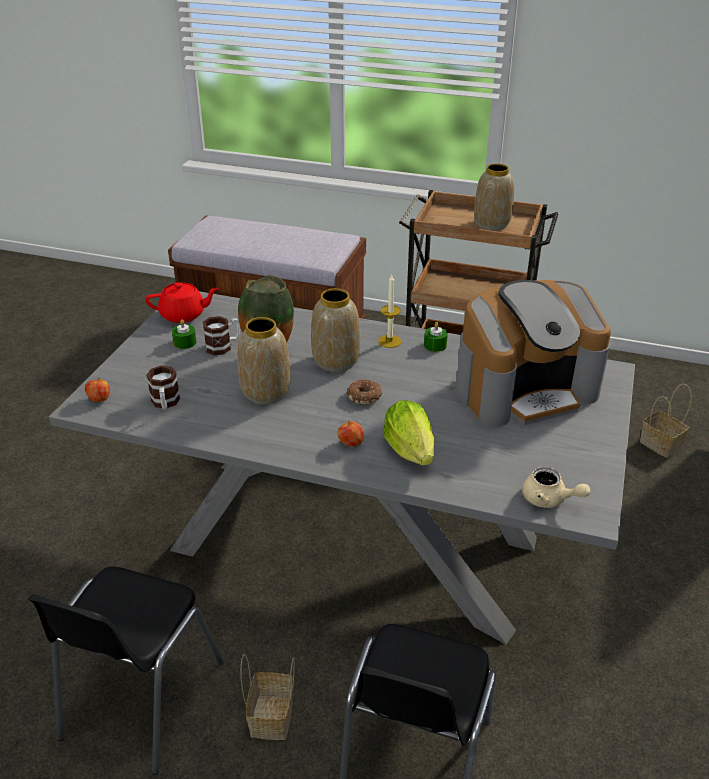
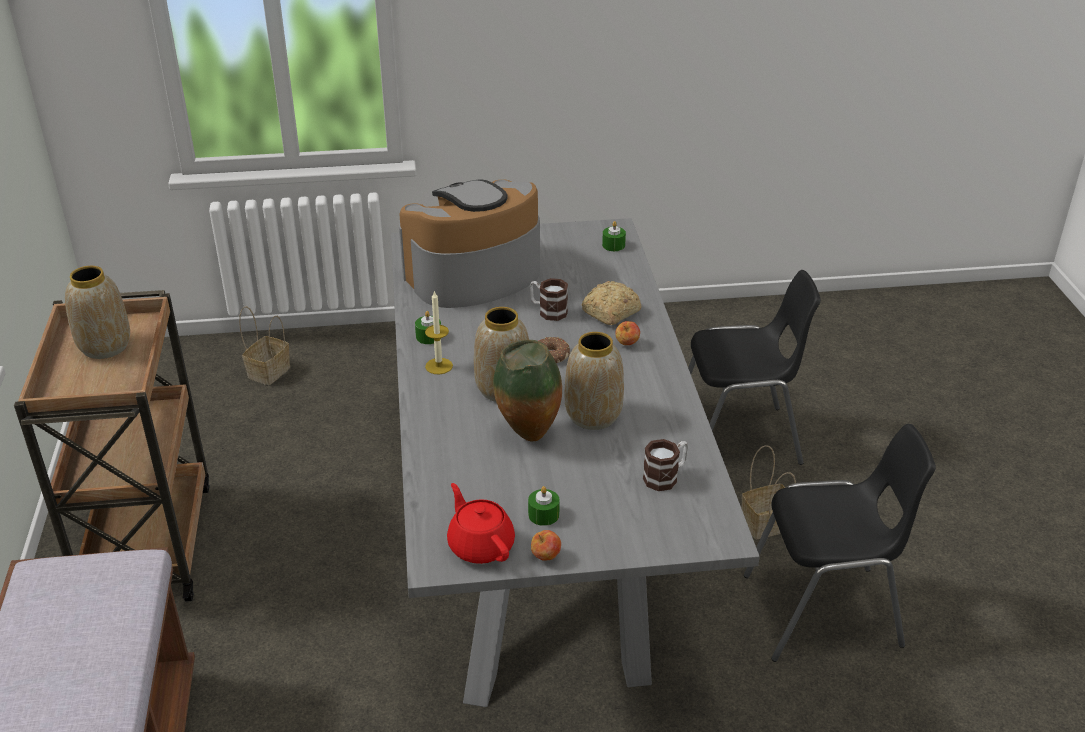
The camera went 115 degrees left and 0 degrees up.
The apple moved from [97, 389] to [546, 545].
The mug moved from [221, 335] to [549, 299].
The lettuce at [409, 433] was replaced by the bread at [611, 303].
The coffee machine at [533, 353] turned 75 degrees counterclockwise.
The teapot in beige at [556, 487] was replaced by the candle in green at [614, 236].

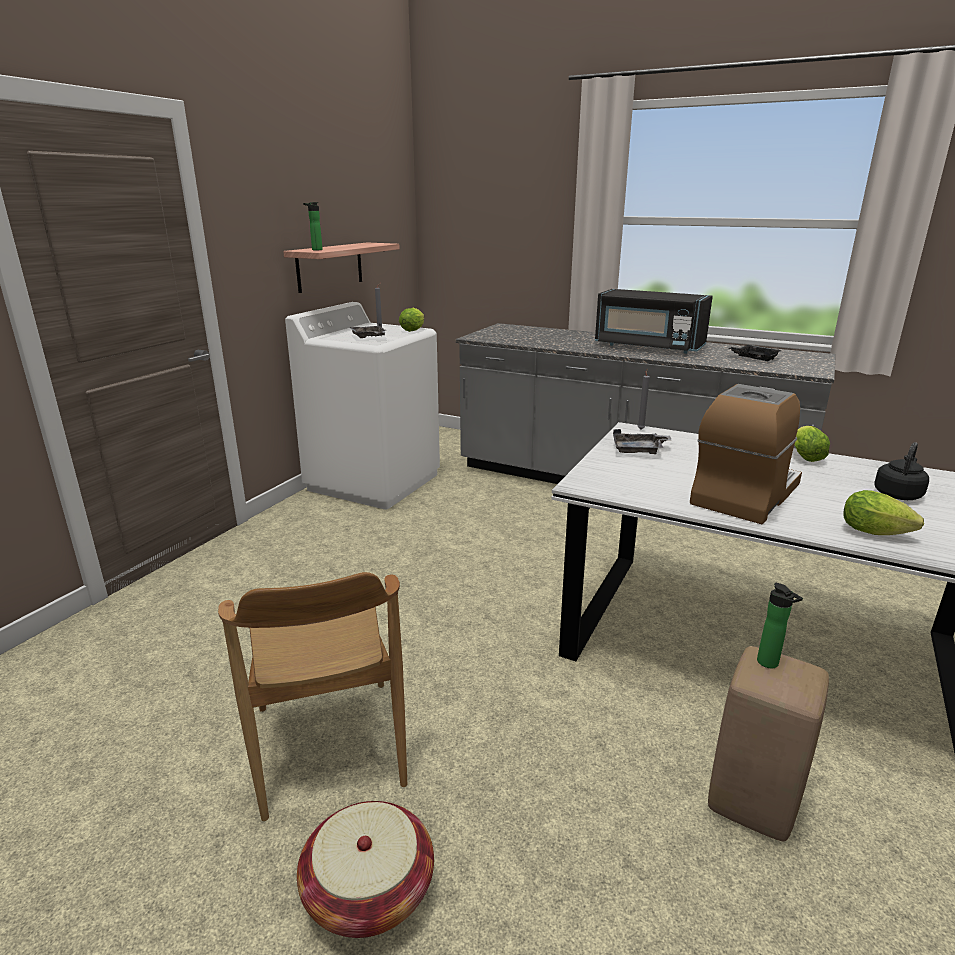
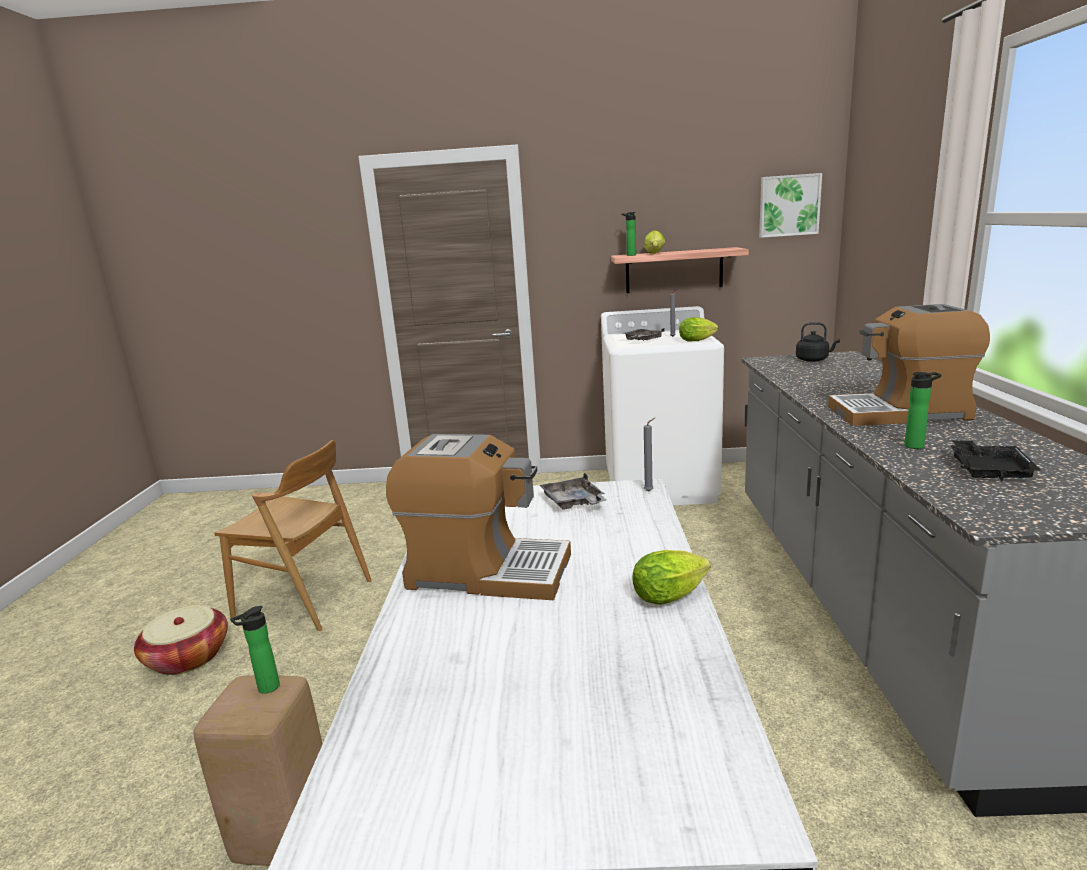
The camera went 65 degrees right and 5 degrees down.
The chair in brown at [312, 696] turned 120 degrees counterclockwise.
The microwave in black at [654, 321] was replaced by the coffee machine at [909, 365].
The lettuce moved from [884, 512] to [654, 242].
The kettle in black moved from [901, 471] to [818, 342].
The picture at [790, 205] appeared.
The bottle at [922, 410] appeared.

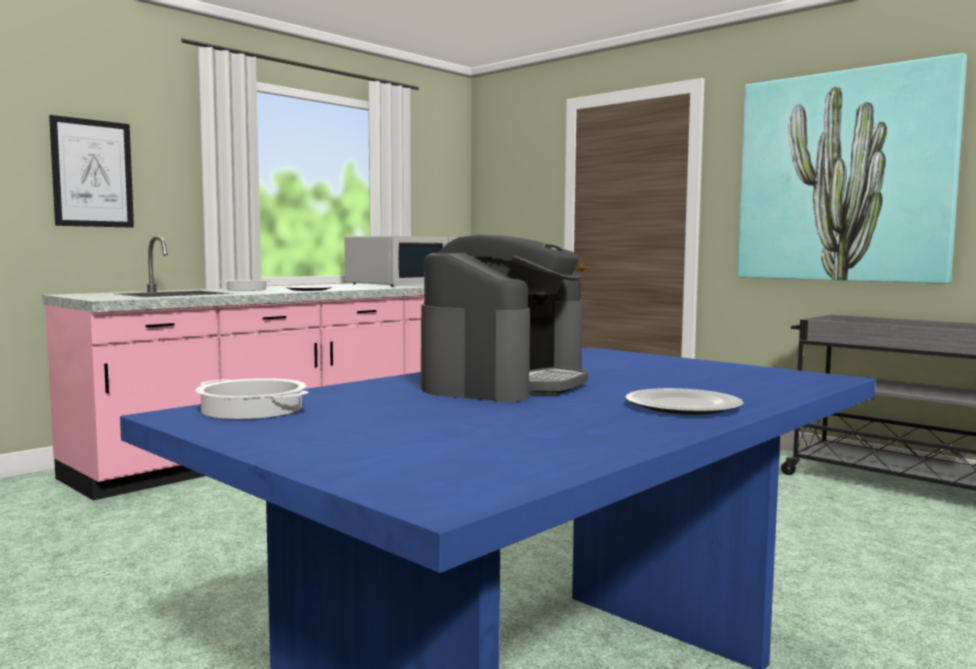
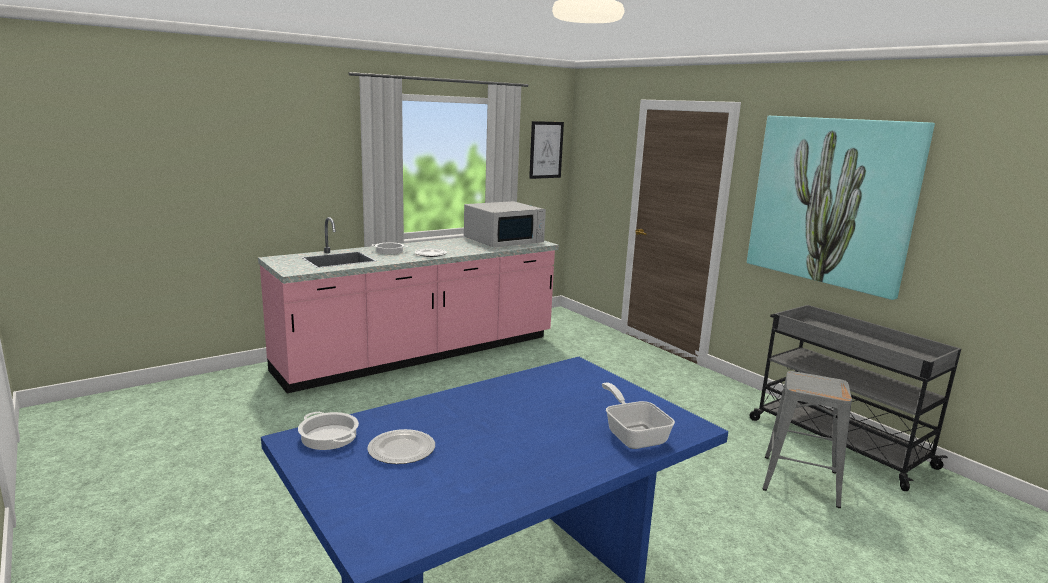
The camera went 10 degrees right and 10 degrees up.
The picture moved from [91, 171] to [546, 150].
The coffee machine at [504, 318] disappeared.
The plate moved from [685, 401] to [401, 446].
The frying pan at [638, 416] appeared.
The stool in grey at [807, 439] appeared.

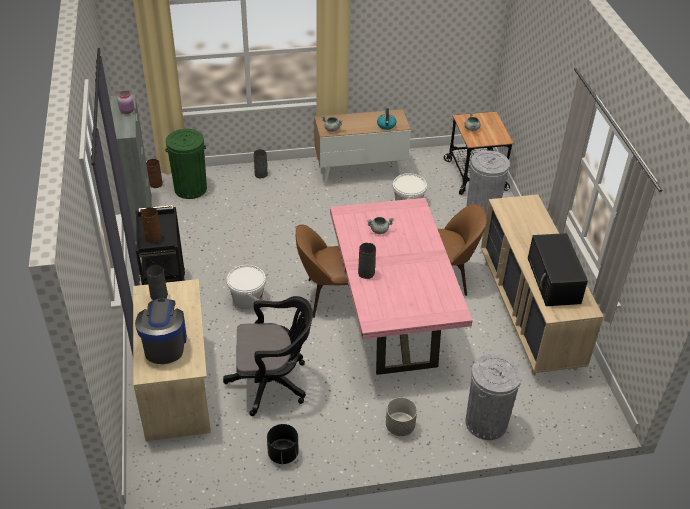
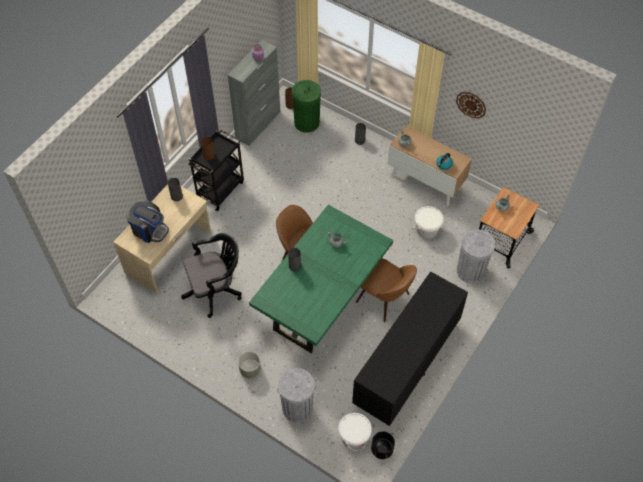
The camera went 45 degrees right and 15 degrees up.
The coffee machine at [161, 331] turned 75 degrees clockwise.
The office chair in black at [268, 356] turned 60 degrees counterclockwise.
The bucket in white moved from [246, 287] to [355, 432].
The planter in black moved from [283, 444] to [383, 445].
The dining table in pink at [401, 286] became the dining table in green at [321, 279].
The dresser in beige at [542, 285] became the dresser in black at [410, 348].
The microwave in black at [558, 269] disappeared.
The wall clock at [471, 105] appeared.

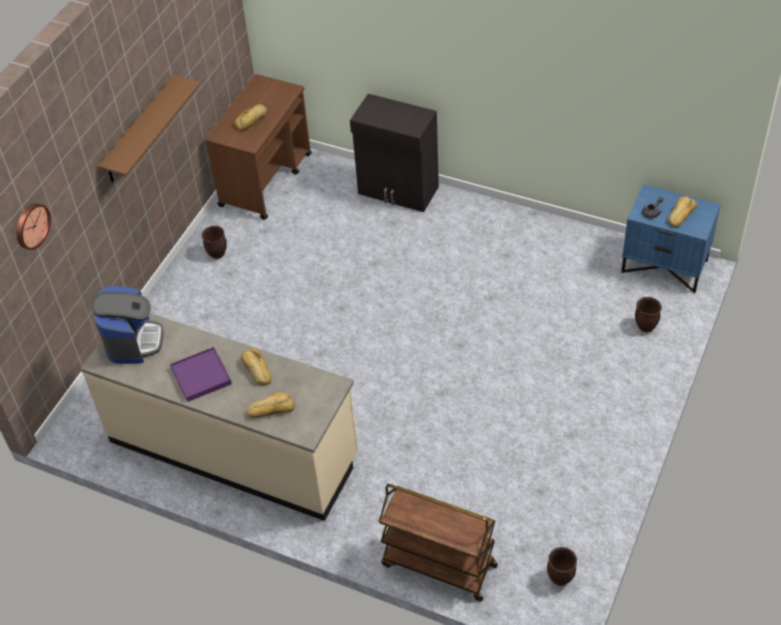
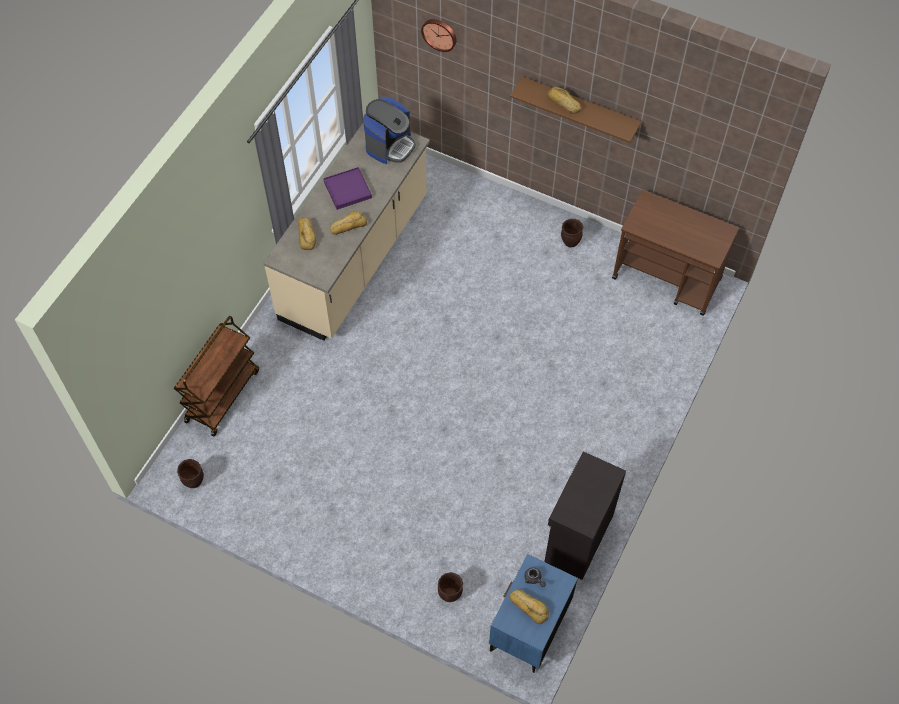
The camera went 90 degrees right and 10 degrees up.
The coffee machine at [127, 325] turned 60 degrees counterclockwise.
The bread moved from [250, 117] to [564, 100].
The cabinet in black moved from [394, 153] to [585, 515].

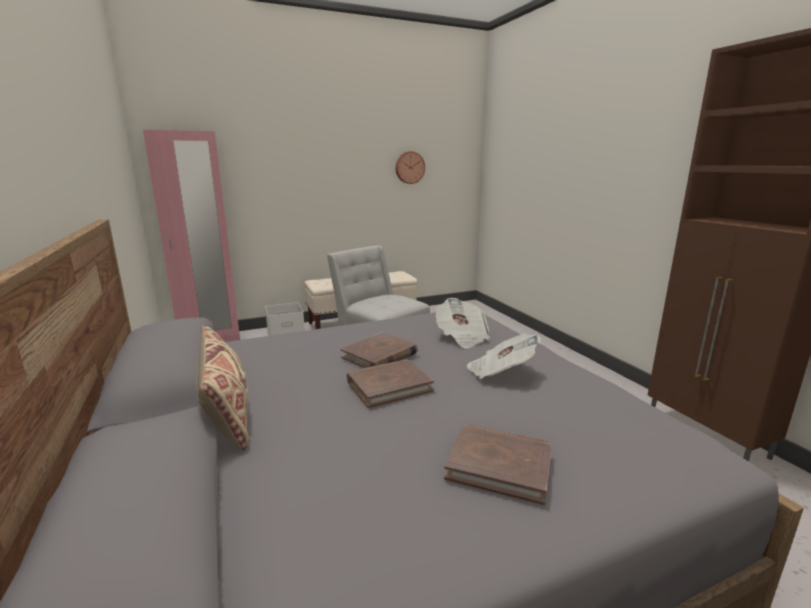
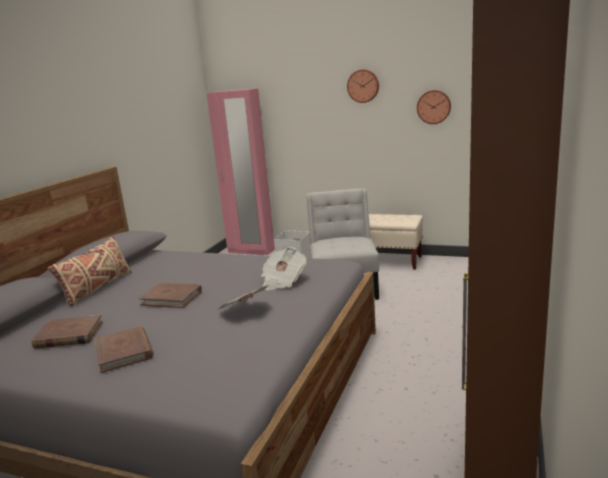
The camera went 45 degrees right and 0 degrees up.
The book in brown moved from [379, 350] to [67, 332].
The wall clock at [363, 86] appeared.

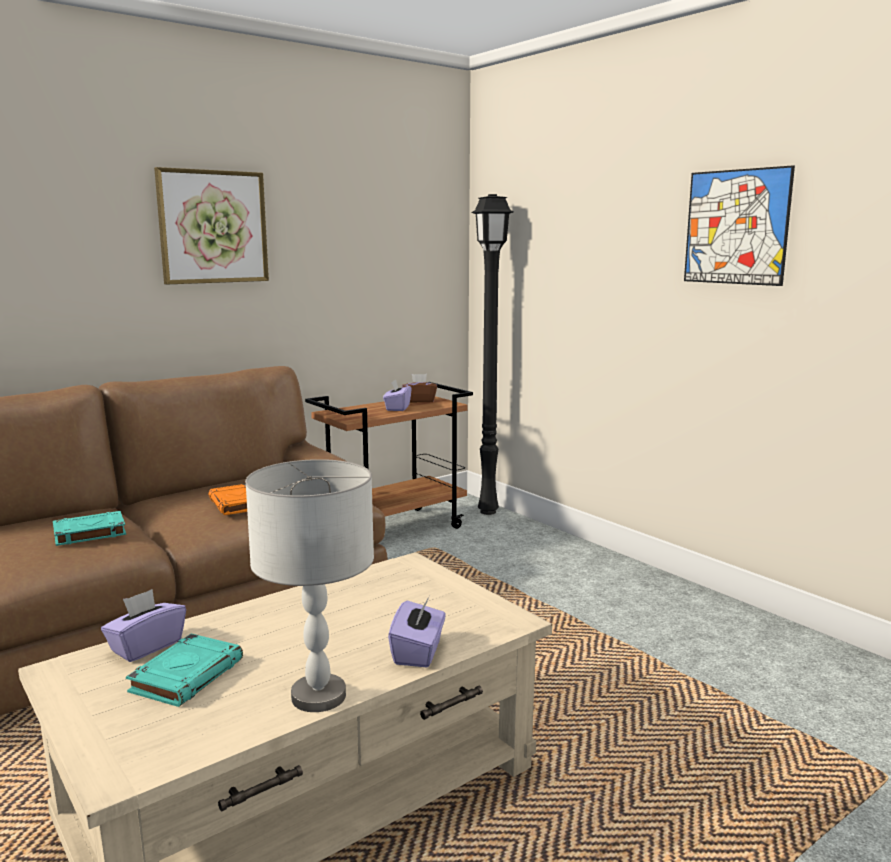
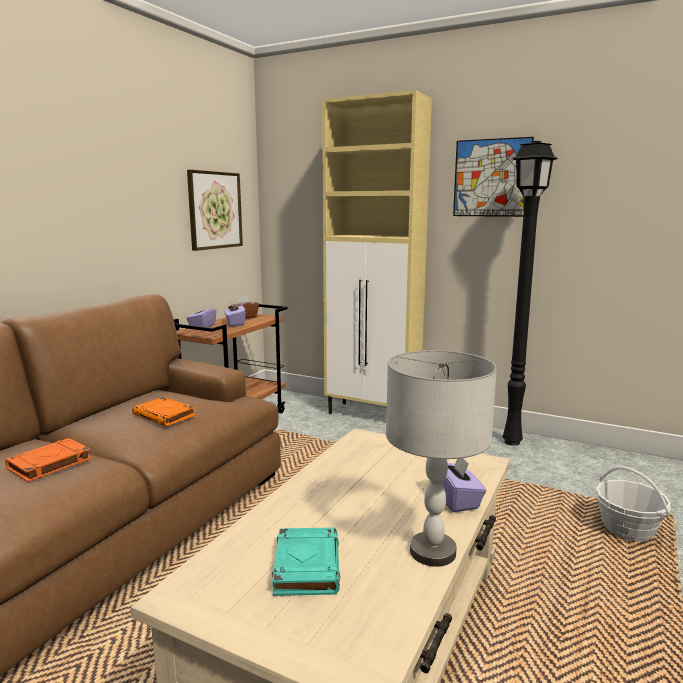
The camera went 25 degrees left and 0 degrees up.
The book in turquoise at [89, 528] became the book in orange at [48, 460].
The tissue box in purple moved from [143, 625] to [201, 315].
The picture moved from [211, 226] to [215, 210].
The floor lamp in black moved from [492, 354] to [530, 293].
The cabinet in beige at [377, 252] appeared.
The basket at [633, 503] appeared.

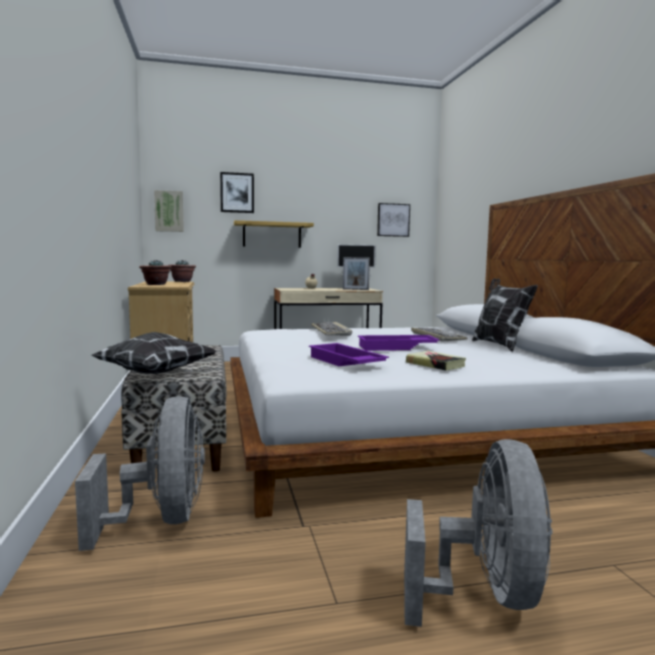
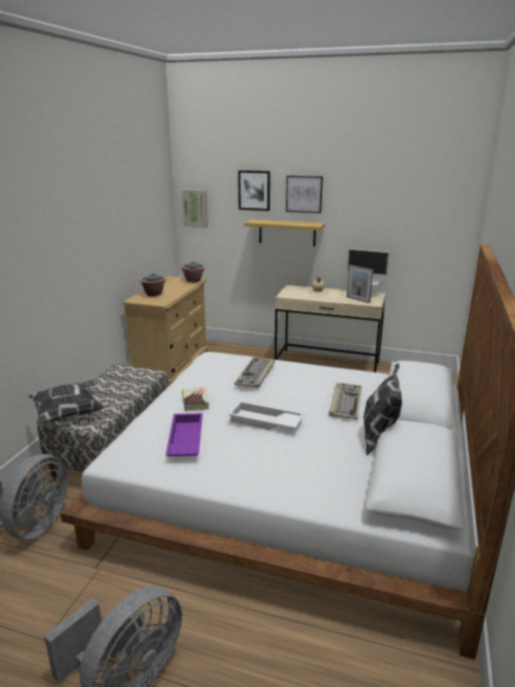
The camera went 30 degrees right and 15 degrees up.
The tray in purple at [399, 343] became the tray in white at [266, 415].
The picture moved from [393, 220] to [304, 194].
The book moved from [436, 360] to [196, 399].

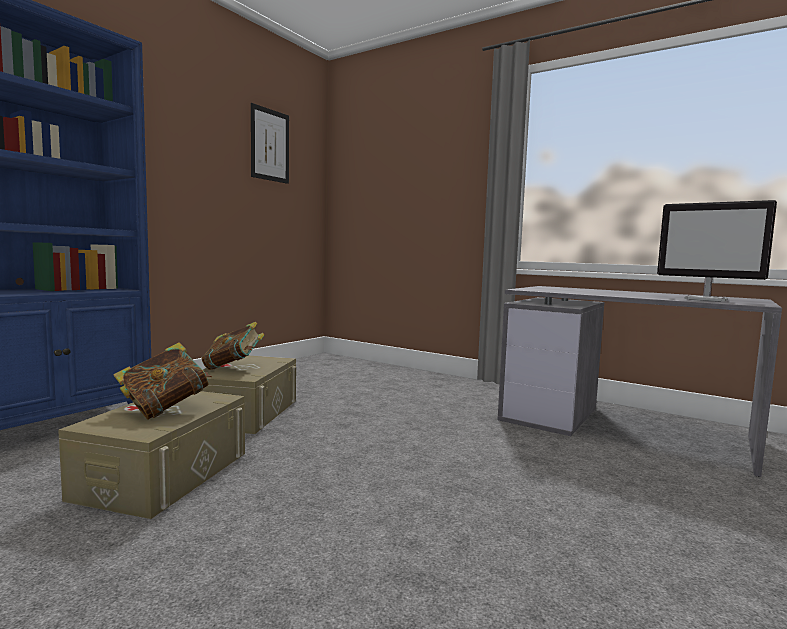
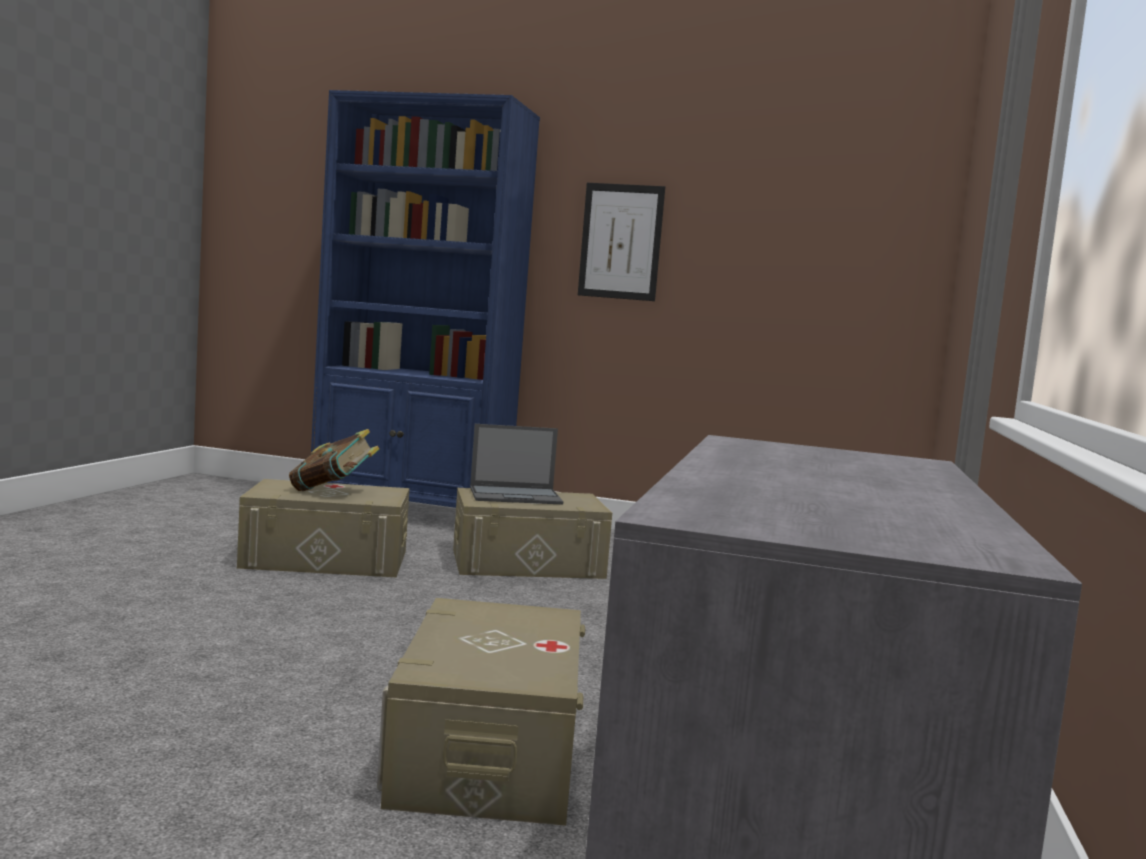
The camera went 70 degrees right and 0 degrees up.
The book at [233, 346] was replaced by the laptop at [516, 464].
The picture moved from [270, 143] to [621, 242].
The monitor at [717, 251] disappeared.
The storage box in beige at [481, 712] appeared.

